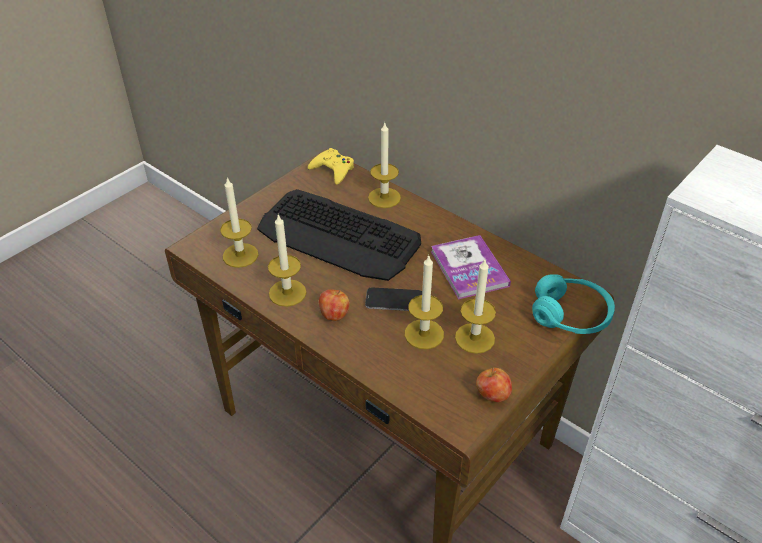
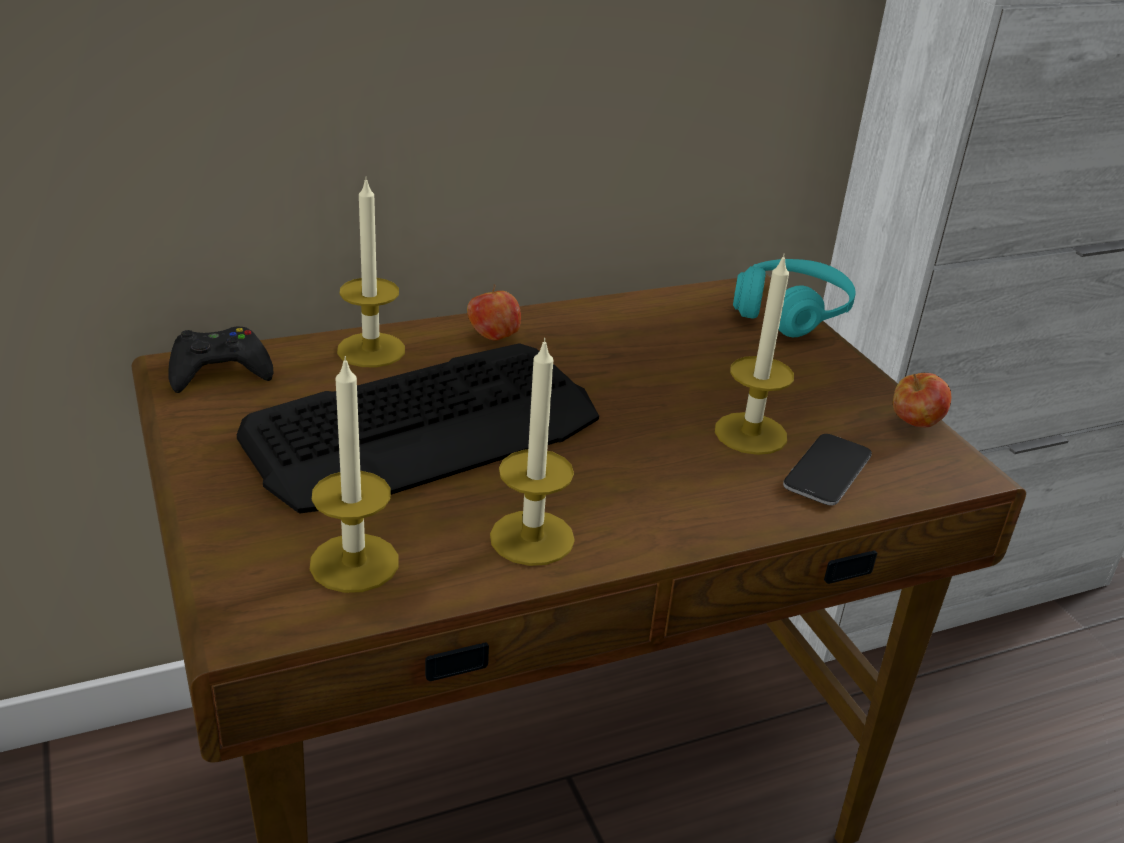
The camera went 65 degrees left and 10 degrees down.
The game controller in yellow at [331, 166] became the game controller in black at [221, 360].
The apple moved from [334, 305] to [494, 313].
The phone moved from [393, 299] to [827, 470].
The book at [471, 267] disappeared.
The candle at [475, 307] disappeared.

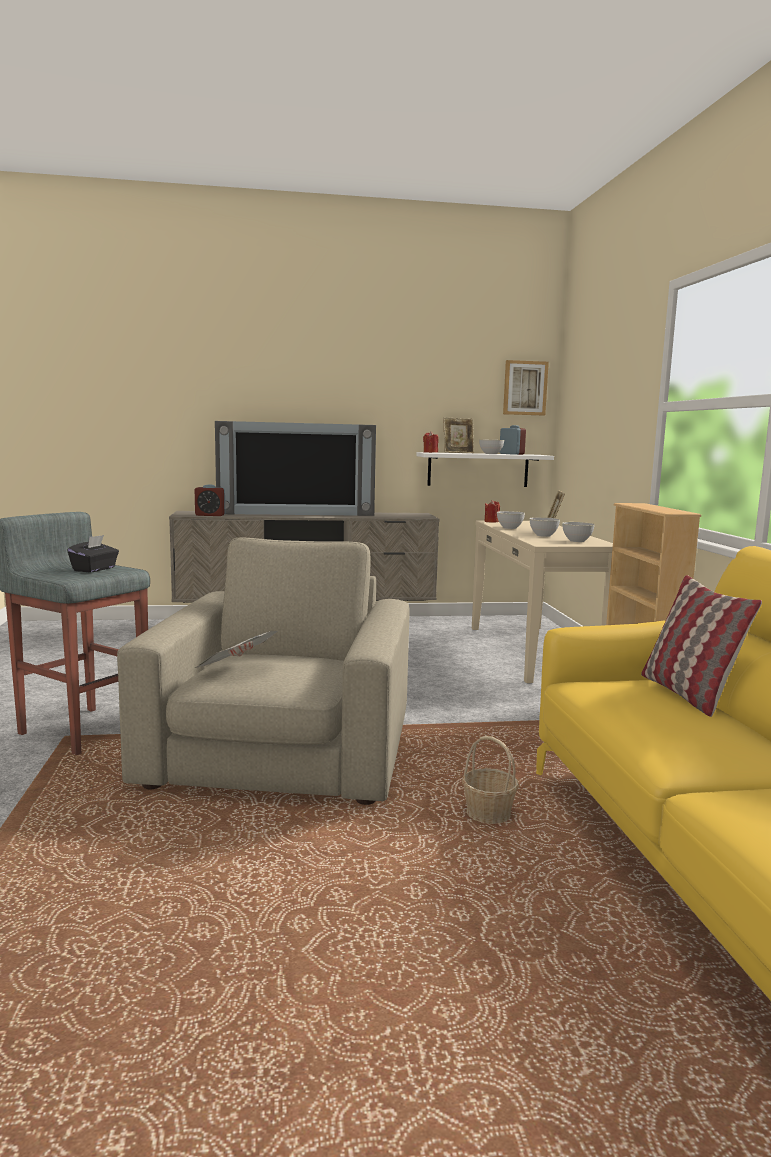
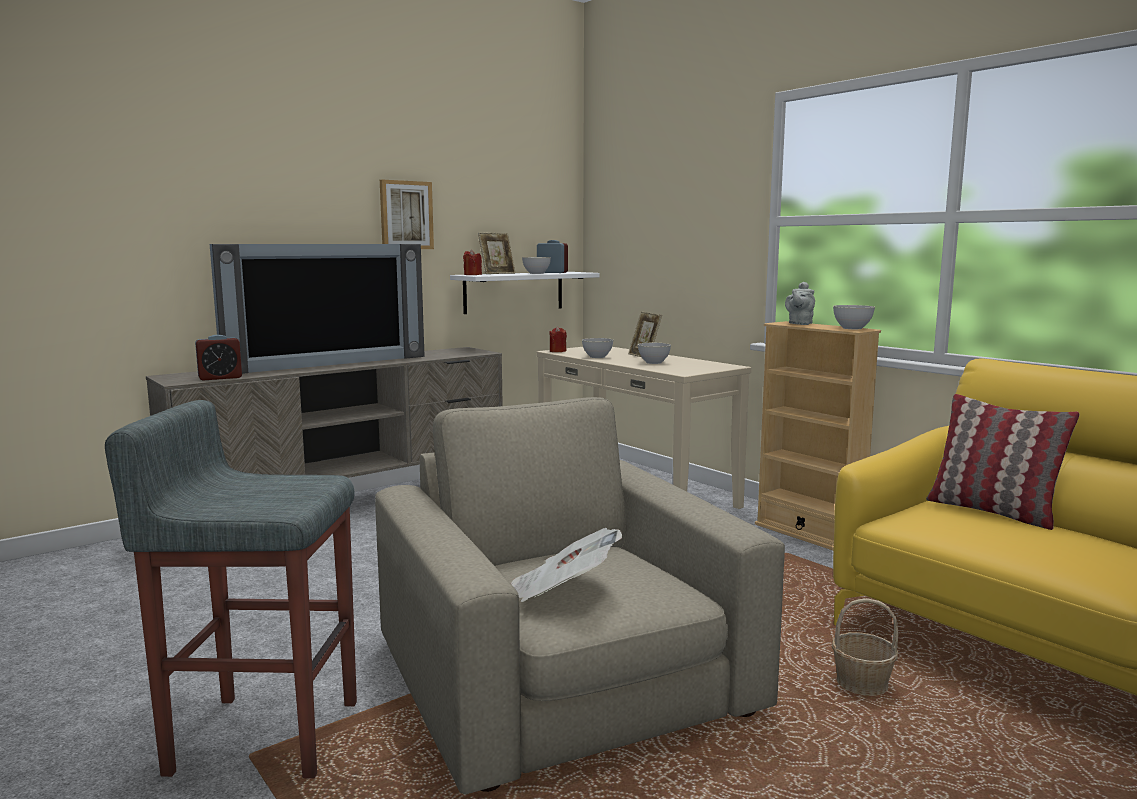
The camera went 30 degrees left and 0 degrees up.
The tissue box in black at [93, 554] disappeared.
The picture moved from [526, 388] to [407, 214].
The bowl in grey moved from [578, 532] to [854, 317].
The teapot in grey at [800, 303] appeared.

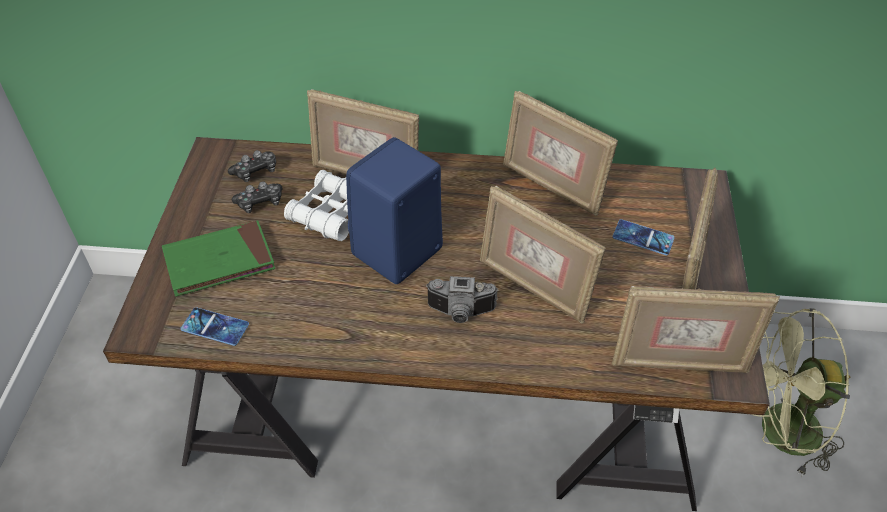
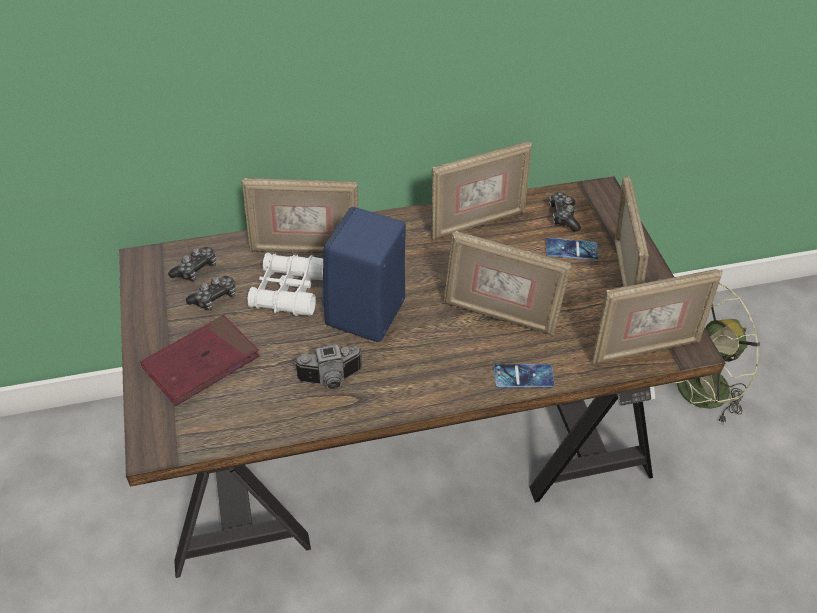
The camera went 20 degrees left and 0 degrees up.
The book in green at [218, 259] became the book in red at [200, 360].
The phone moved from [214, 326] to [524, 375].
The photo camera moved from [462, 299] to [328, 366].
The picture frame at [560, 153] turned 45 degrees counterclockwise.
The game controller at [565, 212] appeared.

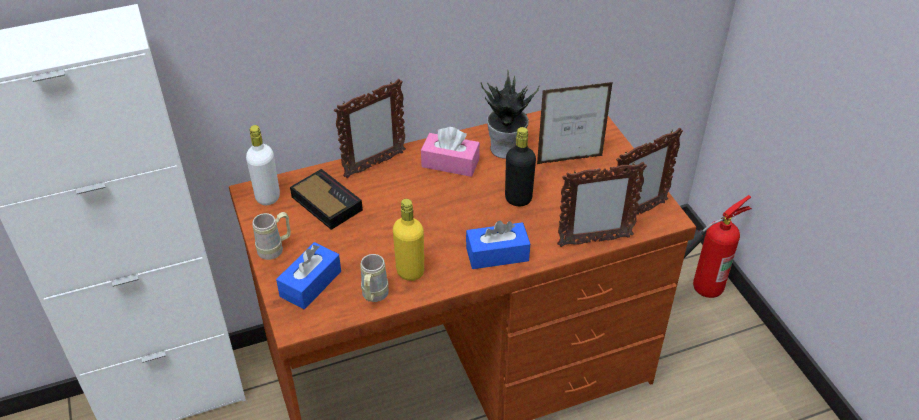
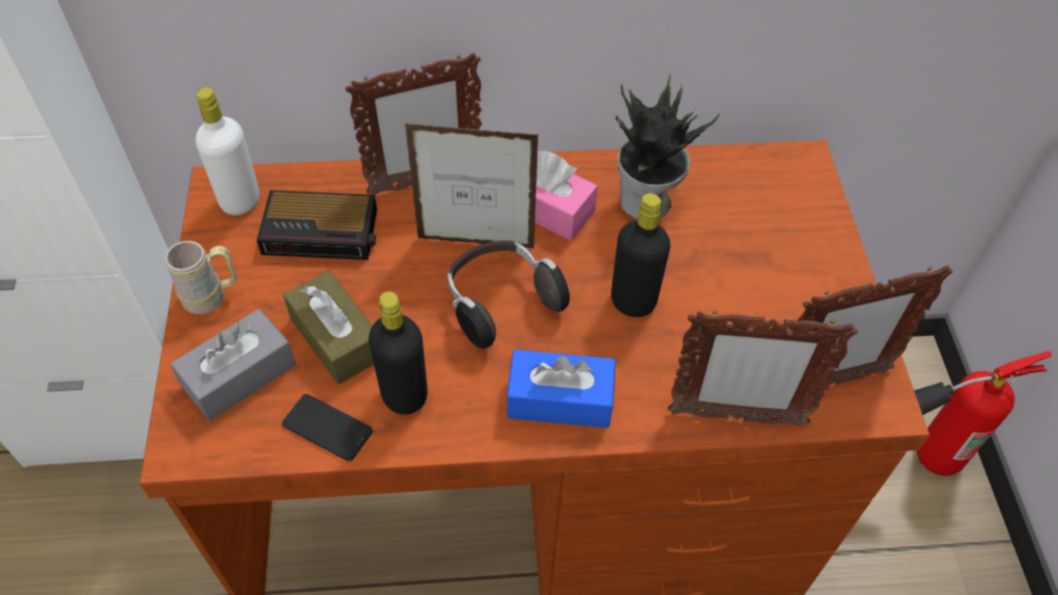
The camera went 15 degrees right and 10 degrees up.
The tissue box in blue at [308, 275] became the tissue box in grey at [233, 365].
The alarm clock at [326, 199] turned 120 degrees clockwise.
The mug in beige at [374, 278] was replaced by the phone at [327, 427].
The bottle in yellow at [408, 240] became the bottle in black at [398, 352].
The picture frame moved from [575, 123] to [472, 186].
The tissue box in brown at [328, 327] appeared.
The headphones at [508, 294] appeared.

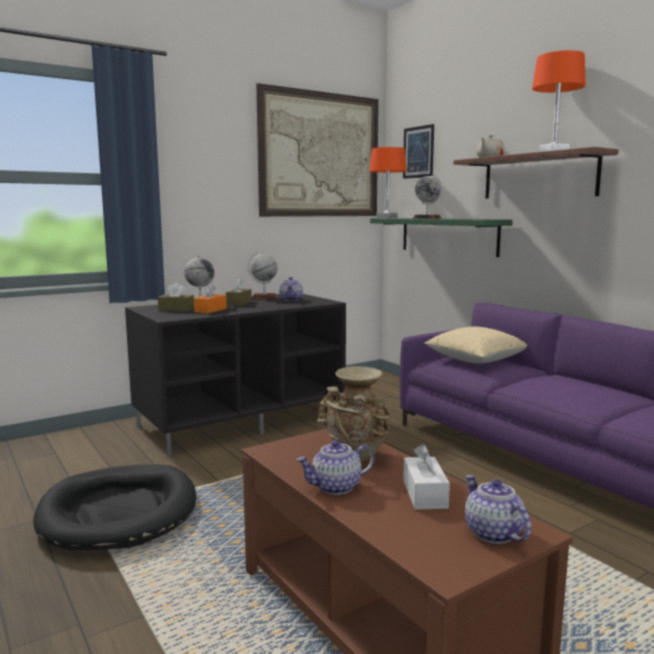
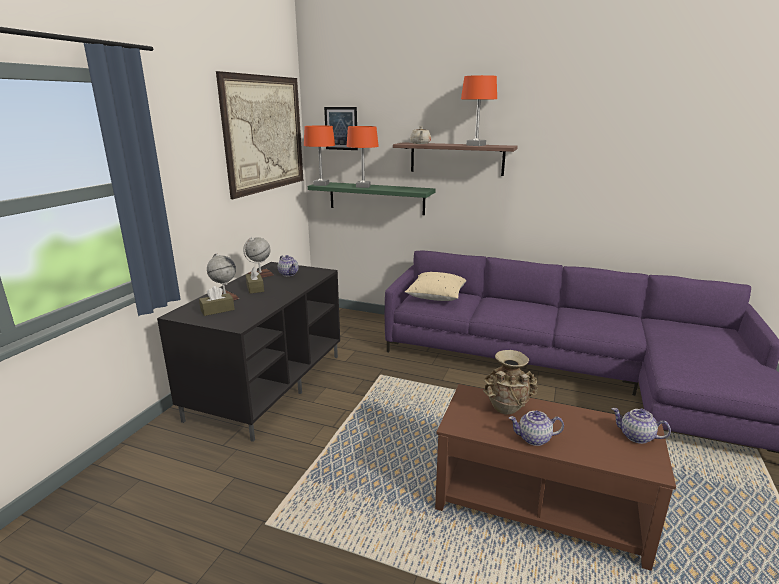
The camera went 35 degrees left and 10 degrees up.
The dog bed in black at [114, 507] disappeared.
The tissue box in orange at [210, 298] disappeared.
The teapot at [335, 467] turned 60 degrees clockwise.
The tissue box in white at [426, 477] disappeared.
The globe at [427, 196] was replaced by the table lamp in orange at [362, 157].

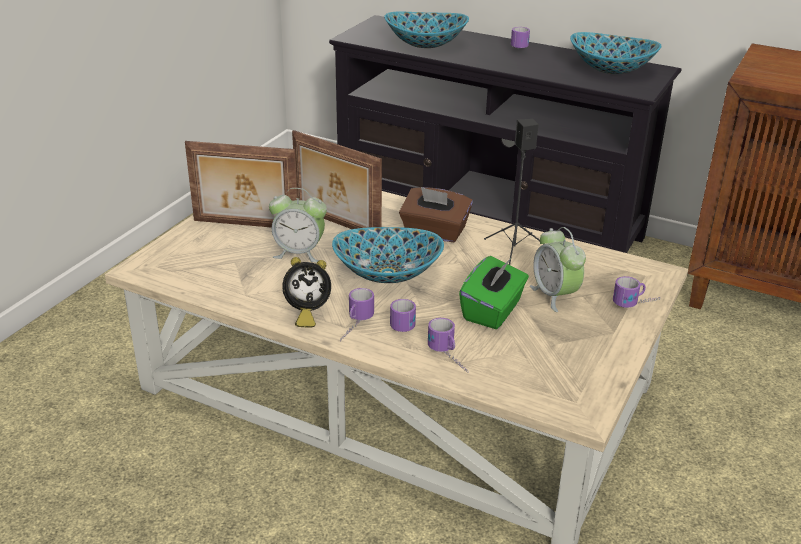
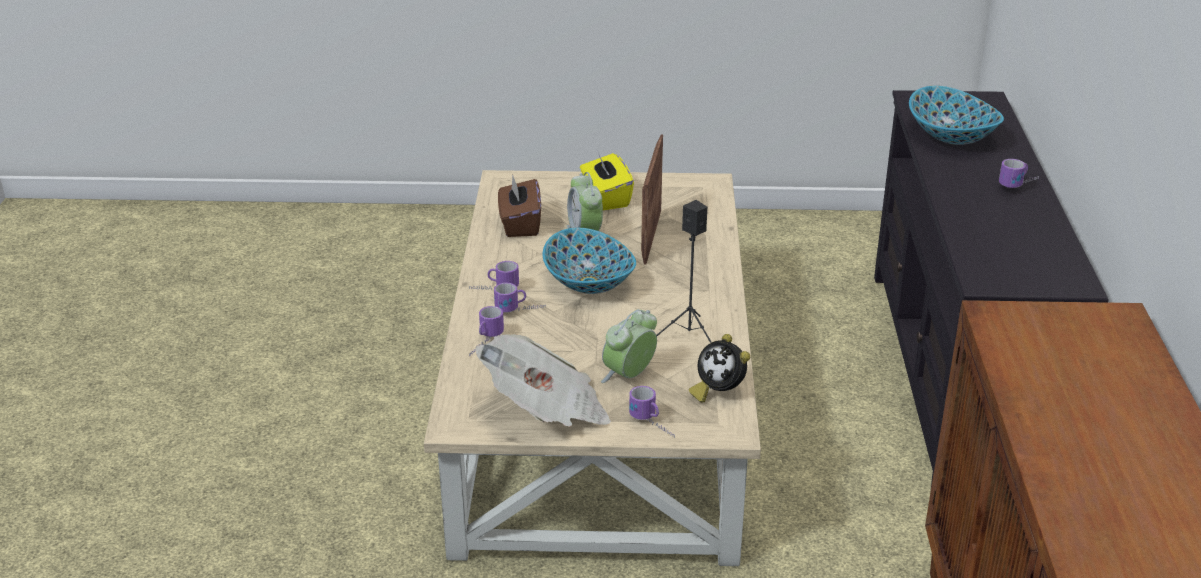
The camera went 65 degrees right and 0 degrees up.
The picture frame at [241, 184] was replaced by the tissue box in yellow at [607, 180].
The alarm clock moved from [306, 292] to [719, 368].
The tissue box in brown moved from [436, 214] to [519, 205].
The tissue box in green at [494, 292] disappeared.
The bowl at [615, 53] disappeared.
The newspaper at [543, 380] appeared.

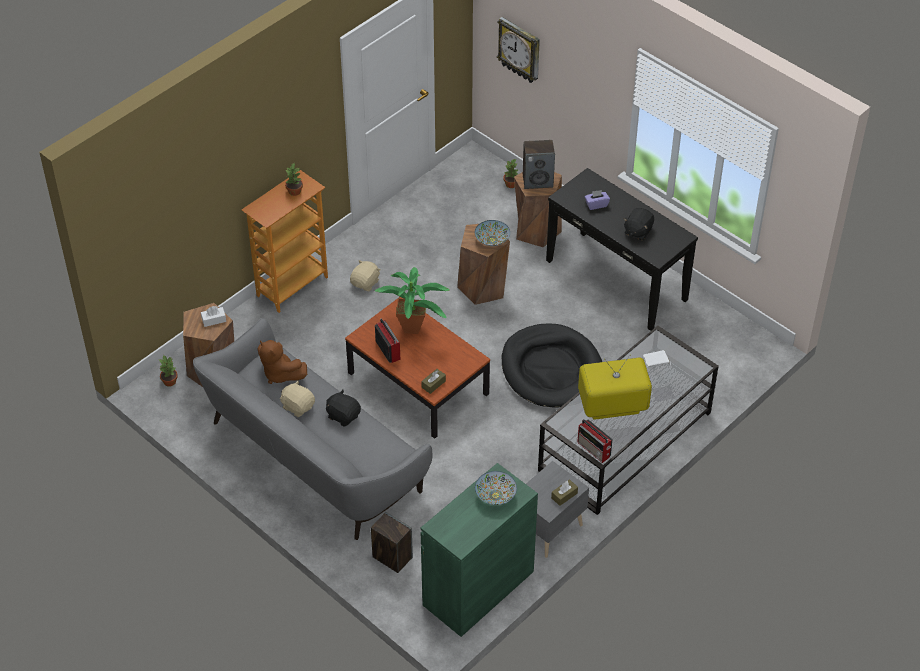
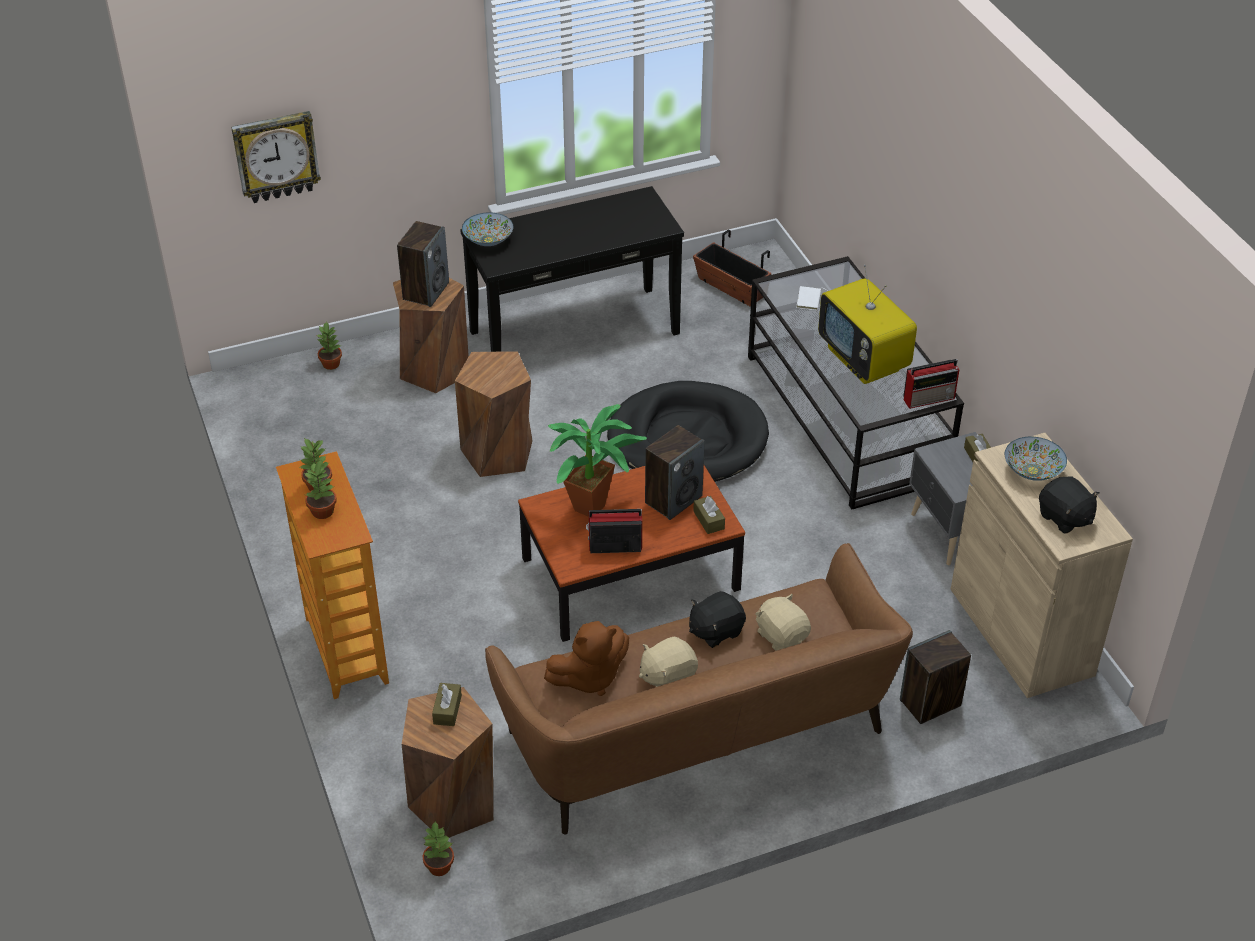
The camera went 65 degrees left and 5 degrees down.
The sofa in grey at [312, 429] became the sofa in brown at [699, 688].
The tissue box in white at [213, 316] became the tissue box in brown at [447, 704].
The plush toy in beige moved from [365, 275] to [783, 622].
The cabinet in green at [479, 550] became the cabinet in beige at [1042, 565].
The bowl moved from [492, 233] to [487, 229].
The television at [615, 387] turned 45 degrees counterclockwise.
The tissue box in purple at [597, 200] disappeared.
The plush toy in black moved from [638, 224] to [1069, 505].
The potted plant at [320, 489] appeared.
The speaker at [675, 472] appeared.
The planter at [732, 267] appeared.

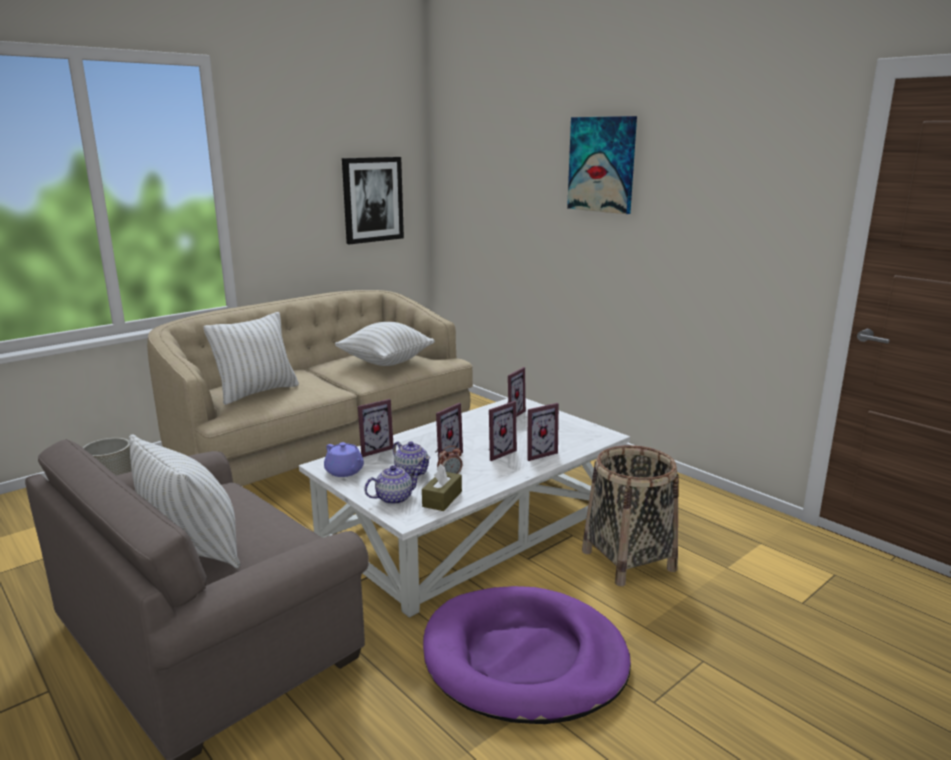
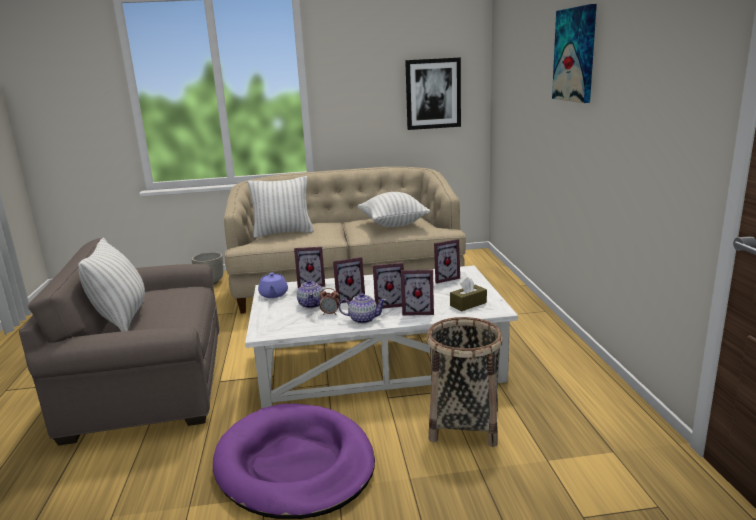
The camera went 35 degrees right and 0 degrees up.
The teapot moved from [393, 484] to [362, 308].
The tissue box in brown moved from [442, 487] to [468, 294].

